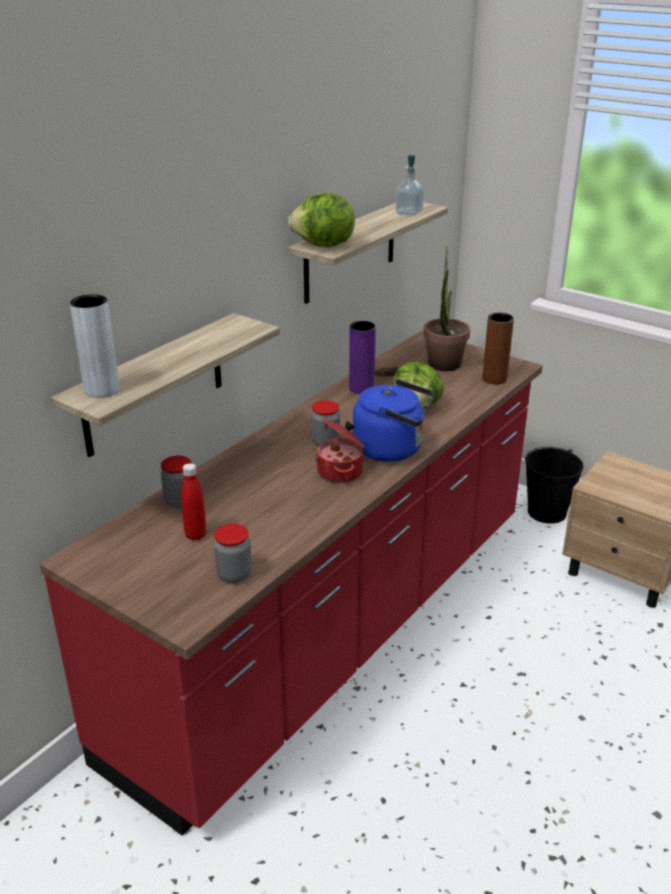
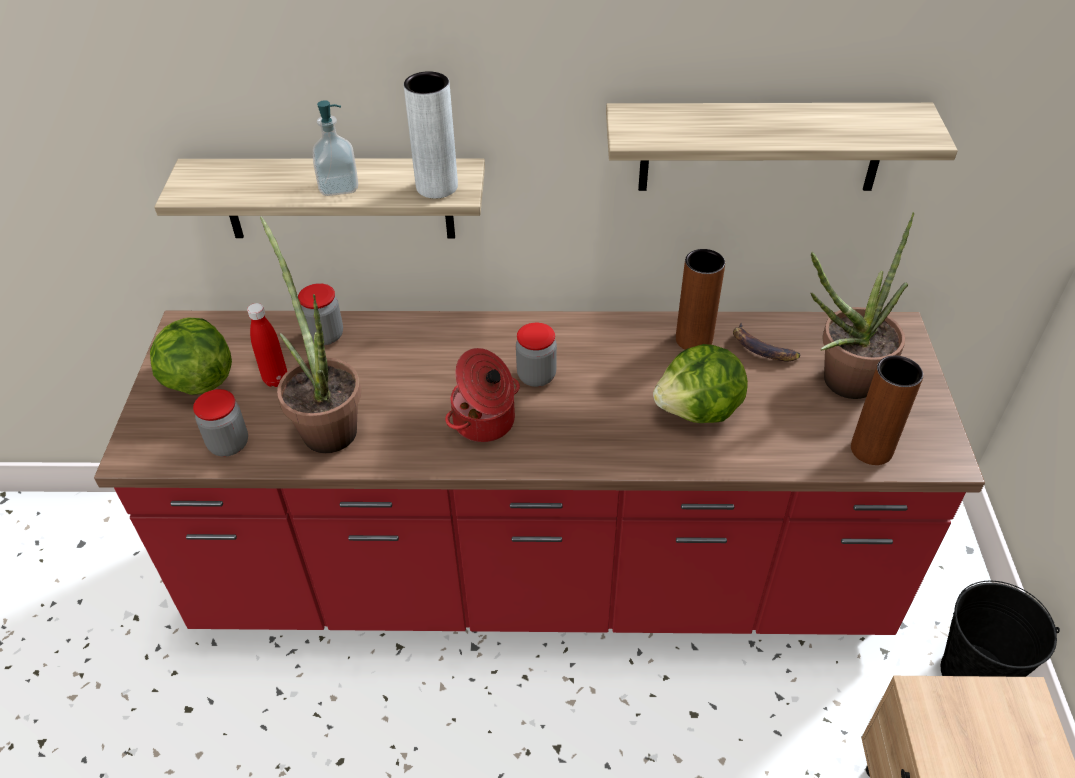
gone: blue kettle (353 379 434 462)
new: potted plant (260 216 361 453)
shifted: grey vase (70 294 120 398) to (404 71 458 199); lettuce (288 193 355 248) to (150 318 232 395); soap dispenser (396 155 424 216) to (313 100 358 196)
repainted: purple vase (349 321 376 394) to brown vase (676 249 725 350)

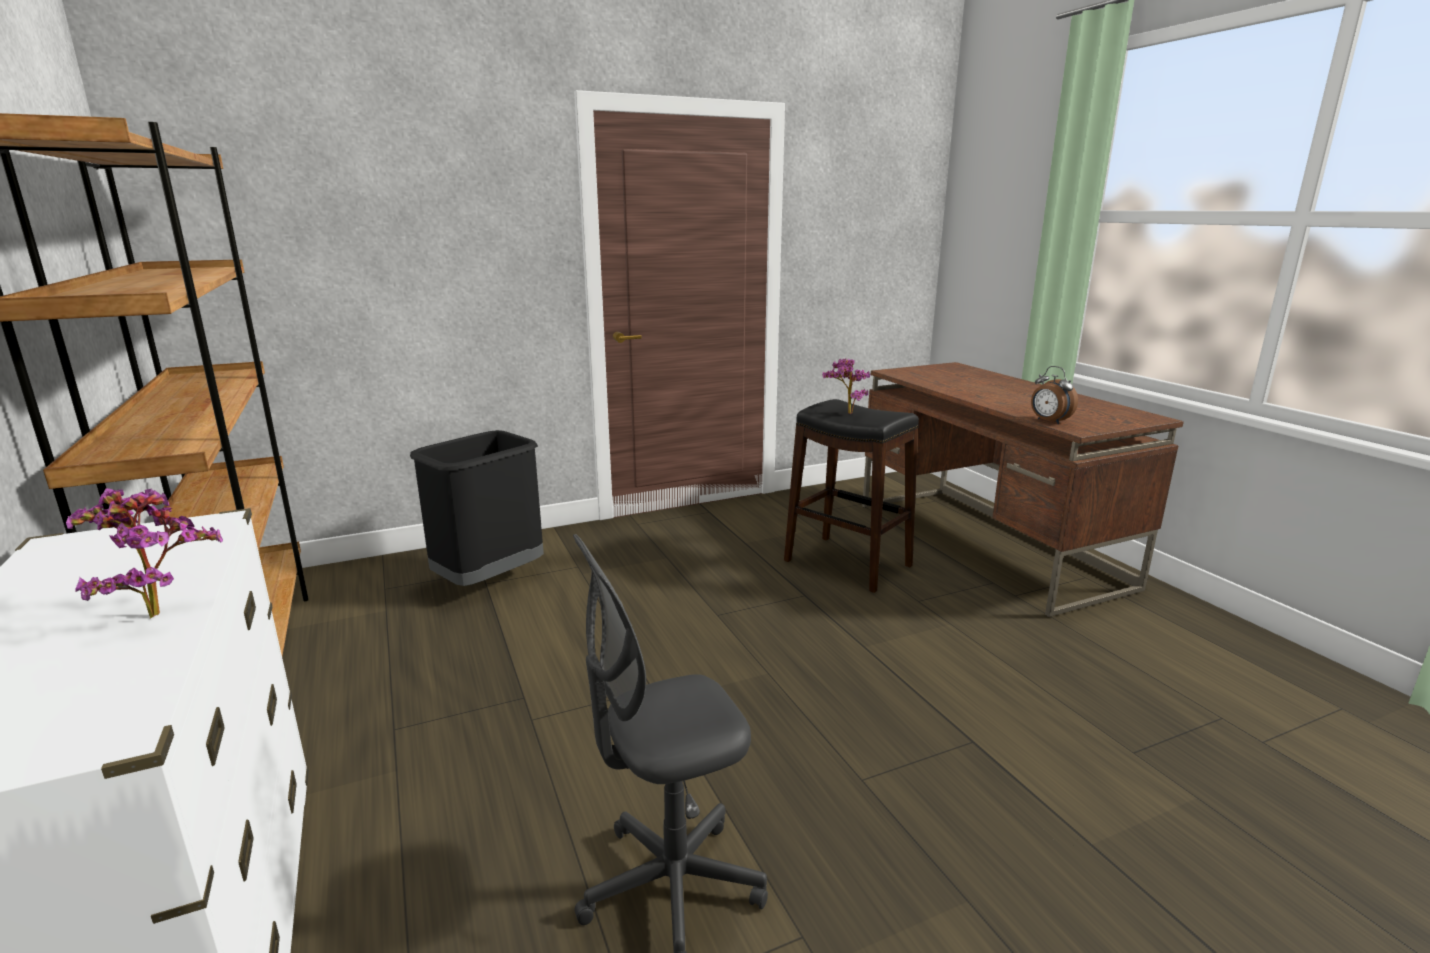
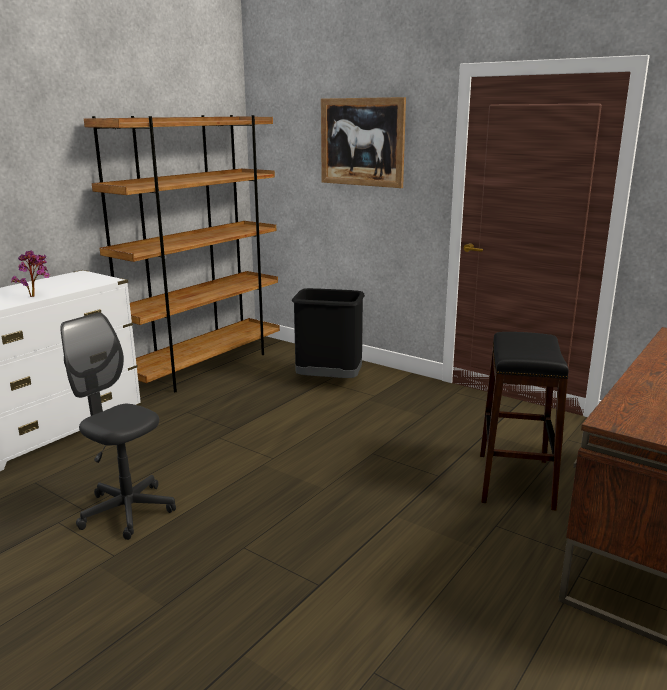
gone: potted plant (822 358 870 414); alarm clock (1031 366 1078 424)
new: picture (321 97 406 188)

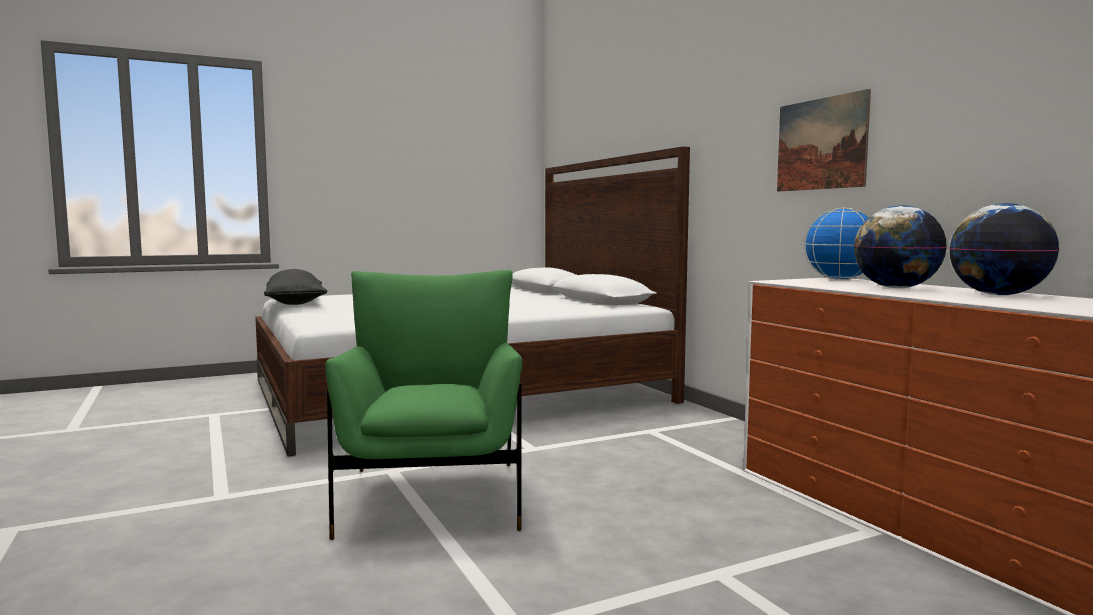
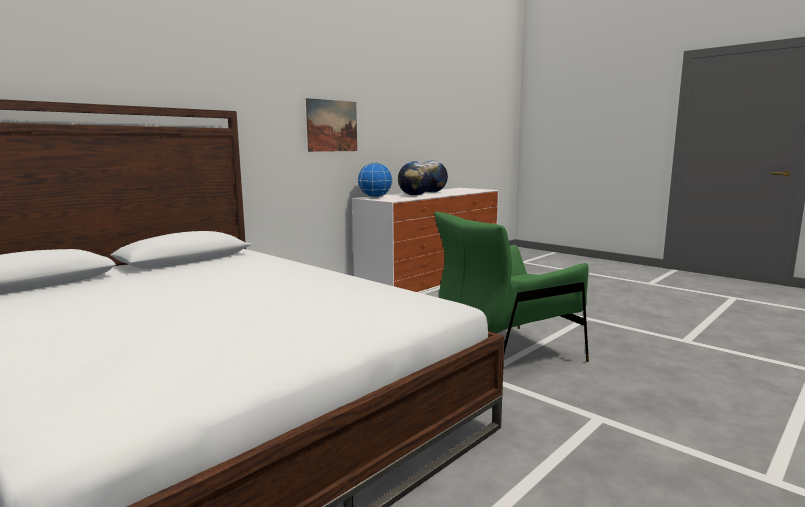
gone: black pillow (264 269 327 305)

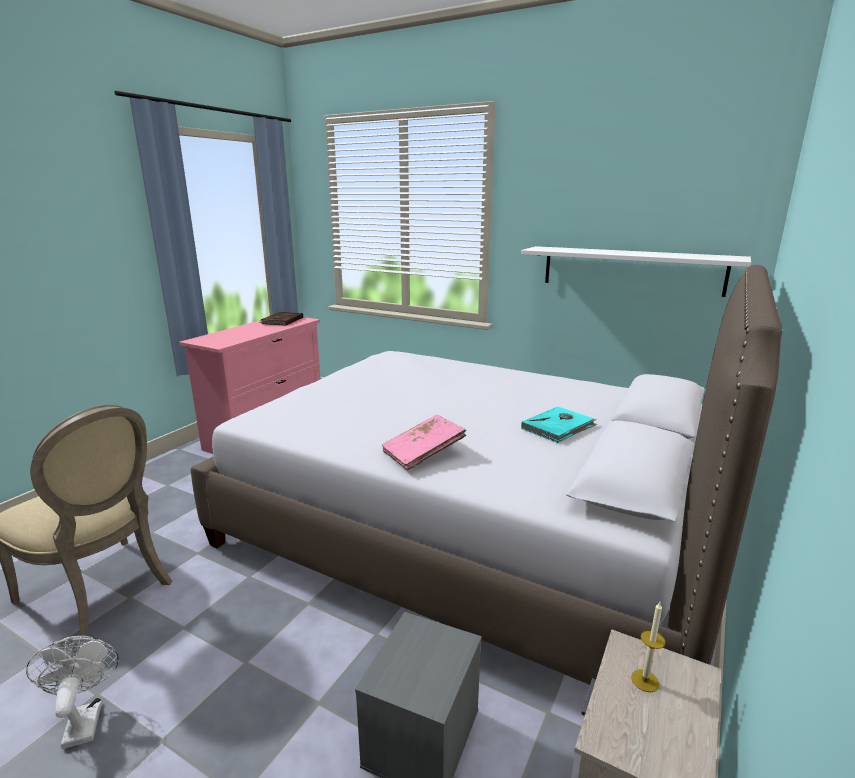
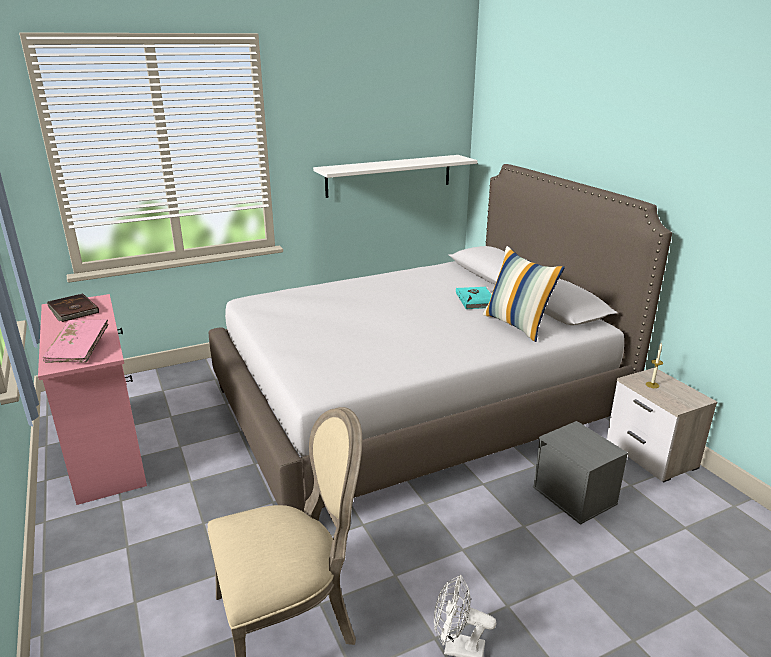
new: pillow (483 246 565 342)
shifted: pink book (382 415 466 470) to (43 319 109 363)

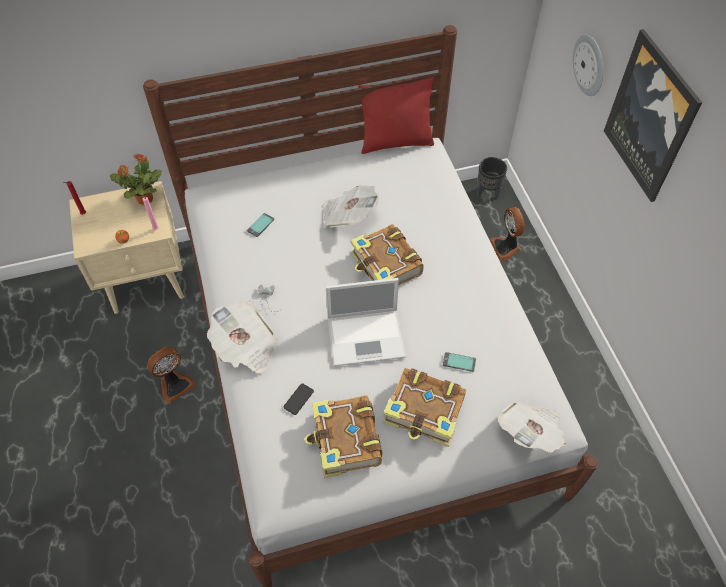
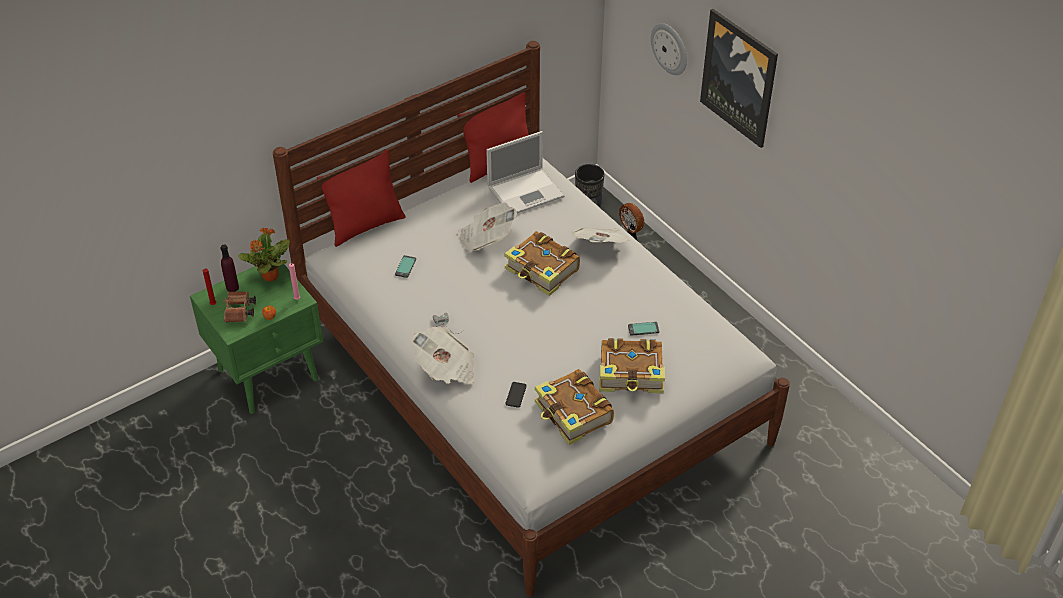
gone: fan (147 347 195 403)
new: purple bottle (221 245 239 292); brown binoculars (223 292 256 323); red pillow (317 149 405 247)
shifted: laptop (325 278 406 366) to (486 131 565 213); newspaper (498 400 566 453) to (572 227 629 243)
repainted: beige nightstand (69 181 184 314) to green nightstand (190 256 323 414)

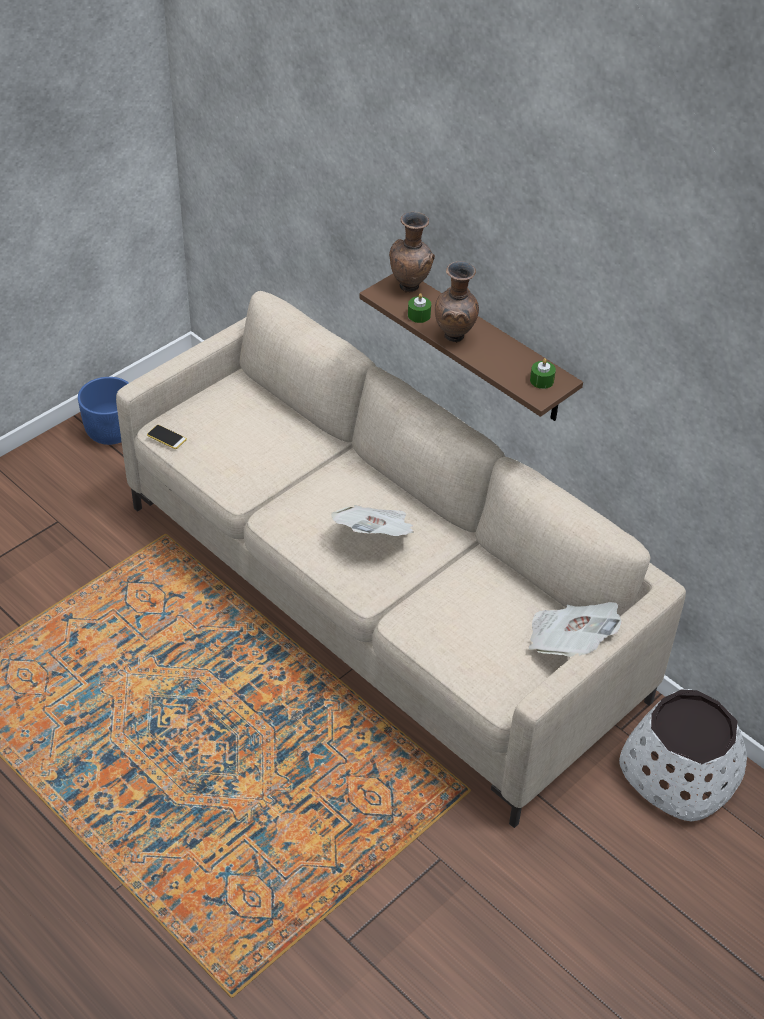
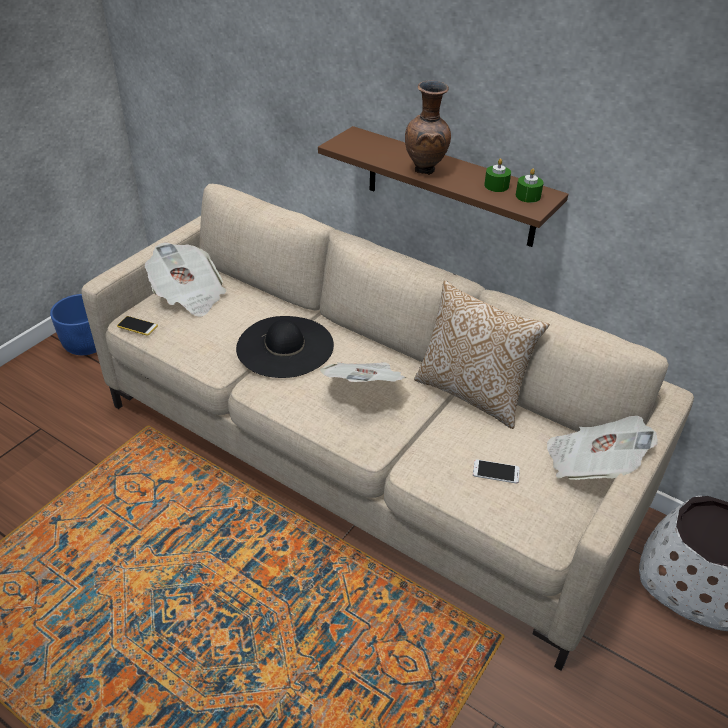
gone: brown vase (389 212 435 292)
new: newspaper (145 242 226 317); black hat (236 316 334 378); pillow (414 281 550 429); phone (473 459 520 484)
shifted: green candle (408 293 431 323) to (484 159 511 192)

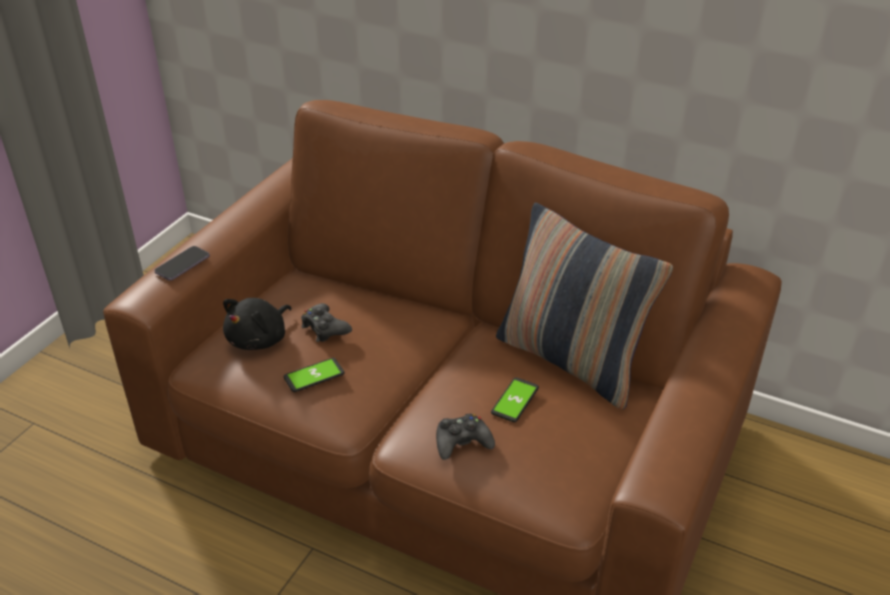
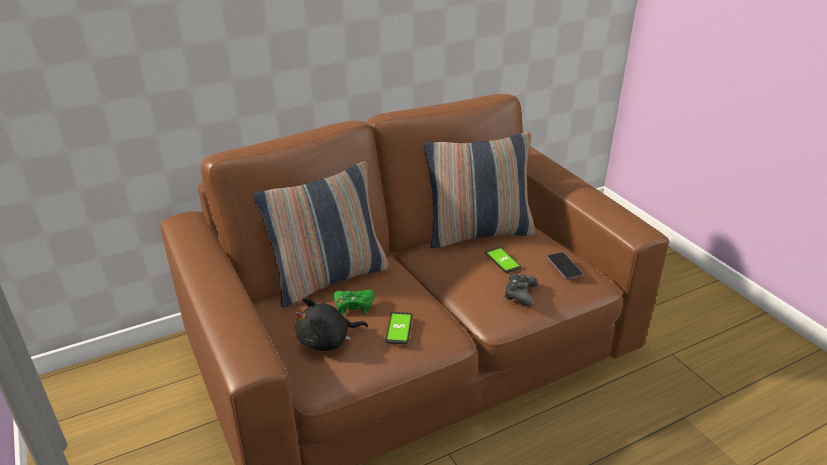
new: pillow (254 161 389 308)
shifted: phone (154 246 210 281) to (547 252 583 279)
repainted: black game controller (301 303 352 342) to green game controller (334 289 375 315)
rotated: black plush toy (223 298 291 350) = (296 298 368 351) 90 degrees clockwise

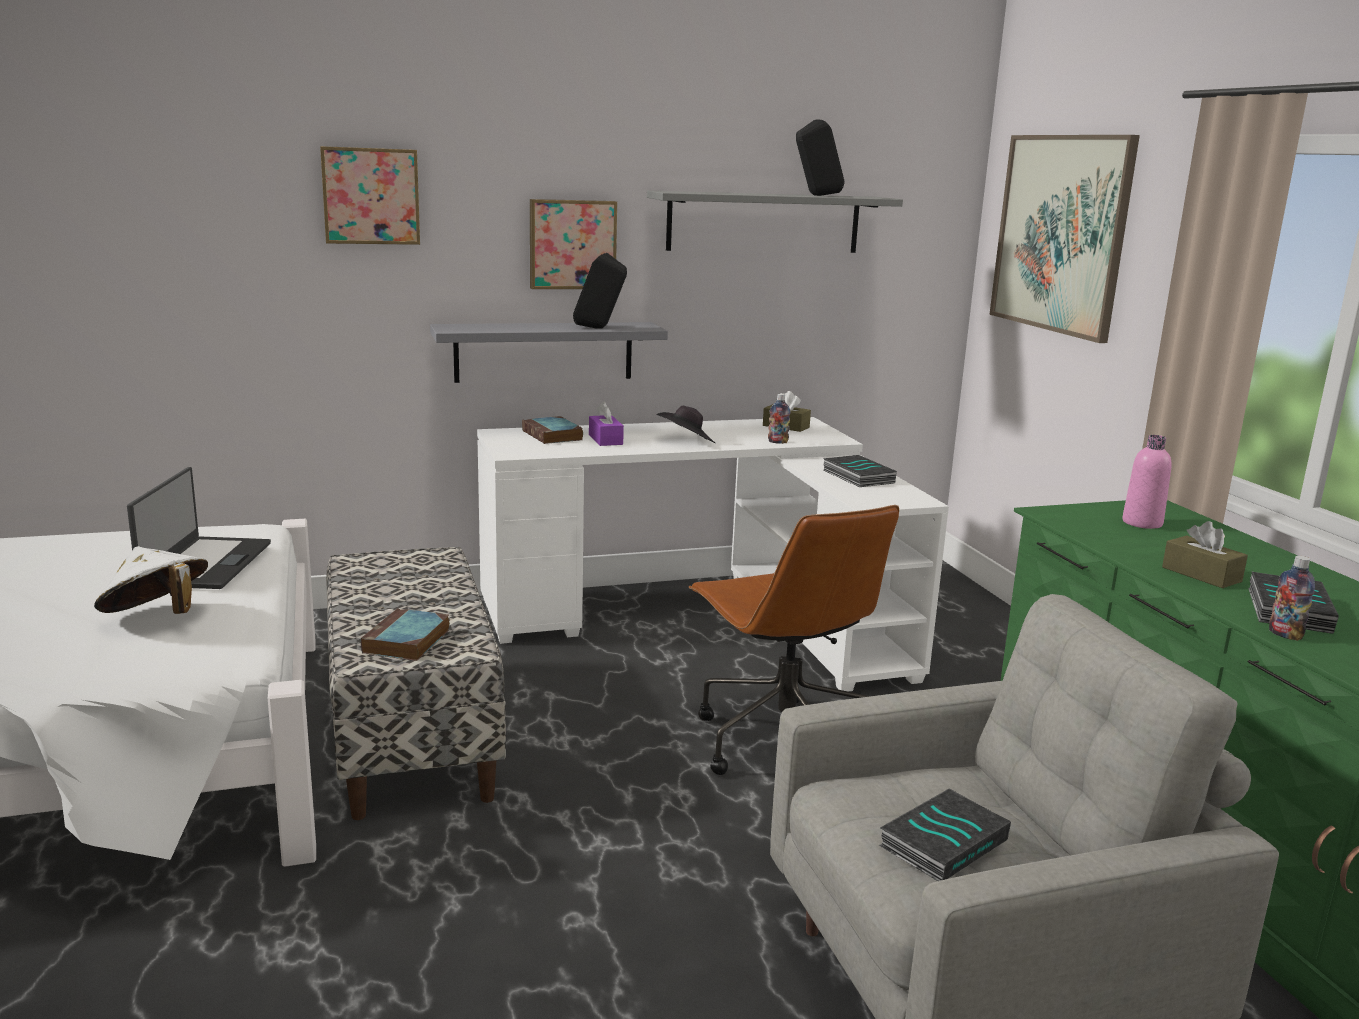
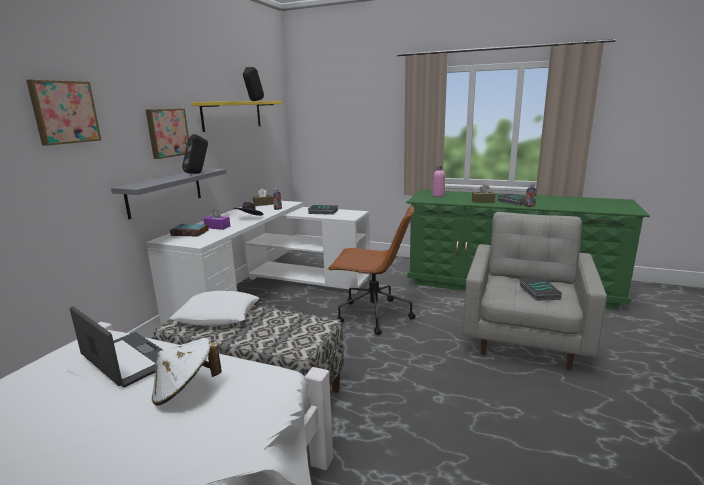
gone: book (361 608 450 661); picture (989 135 1140 343)
new: white pillow (170 291 259 326)
repainted: grey shelf (647 190 903 253) to yellow shelf (192 101 282 132)

